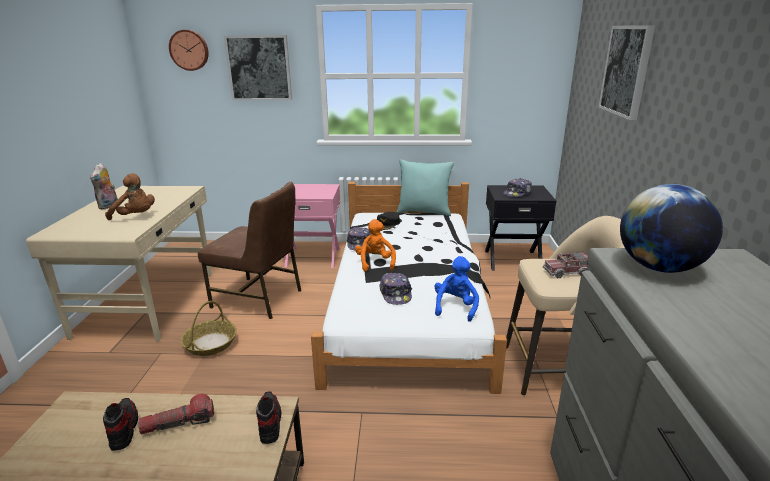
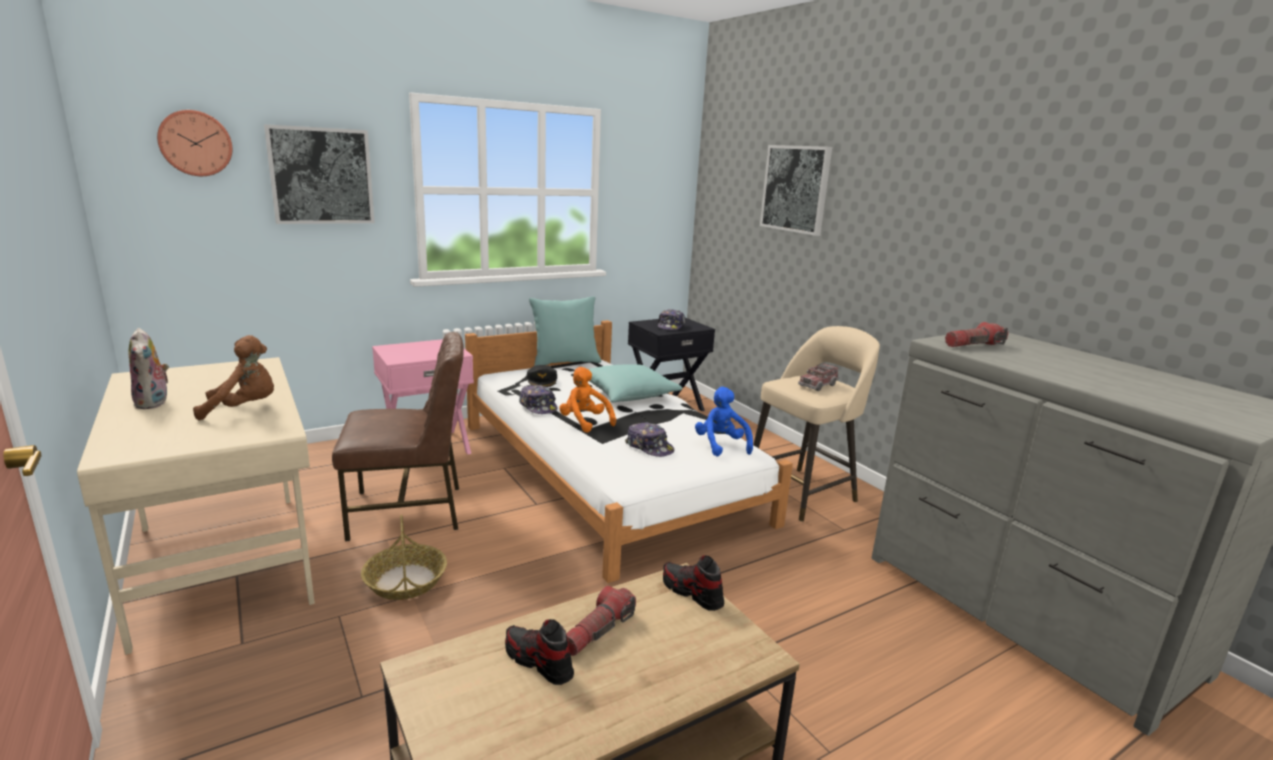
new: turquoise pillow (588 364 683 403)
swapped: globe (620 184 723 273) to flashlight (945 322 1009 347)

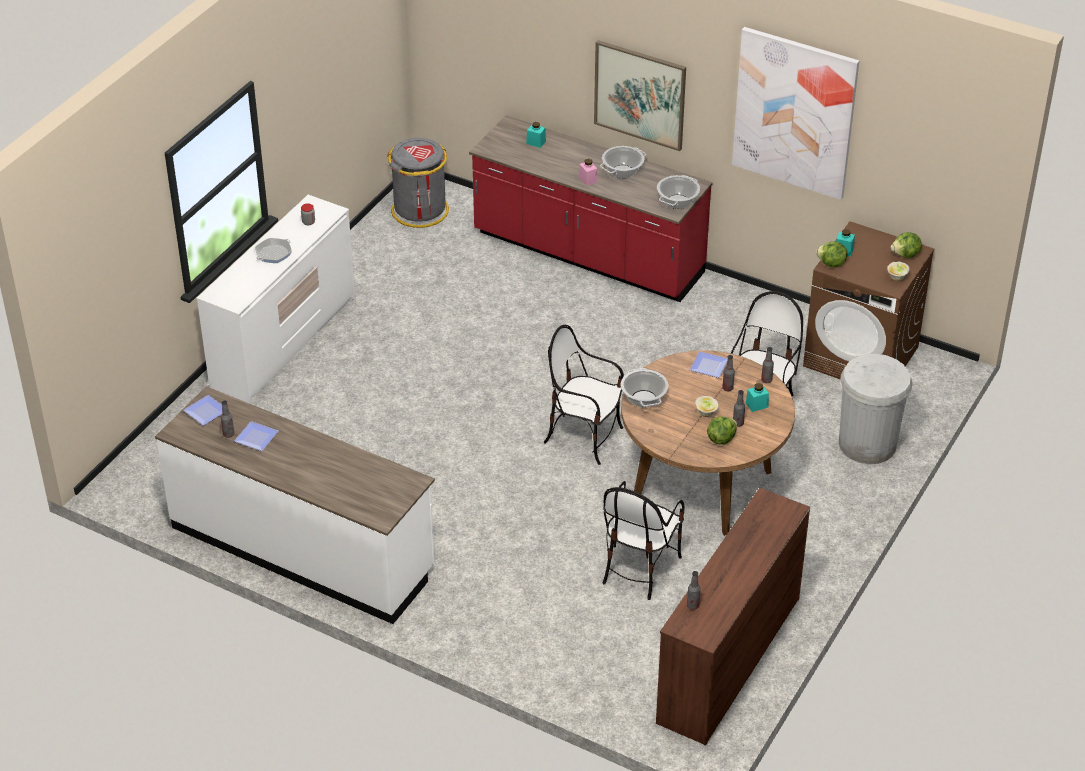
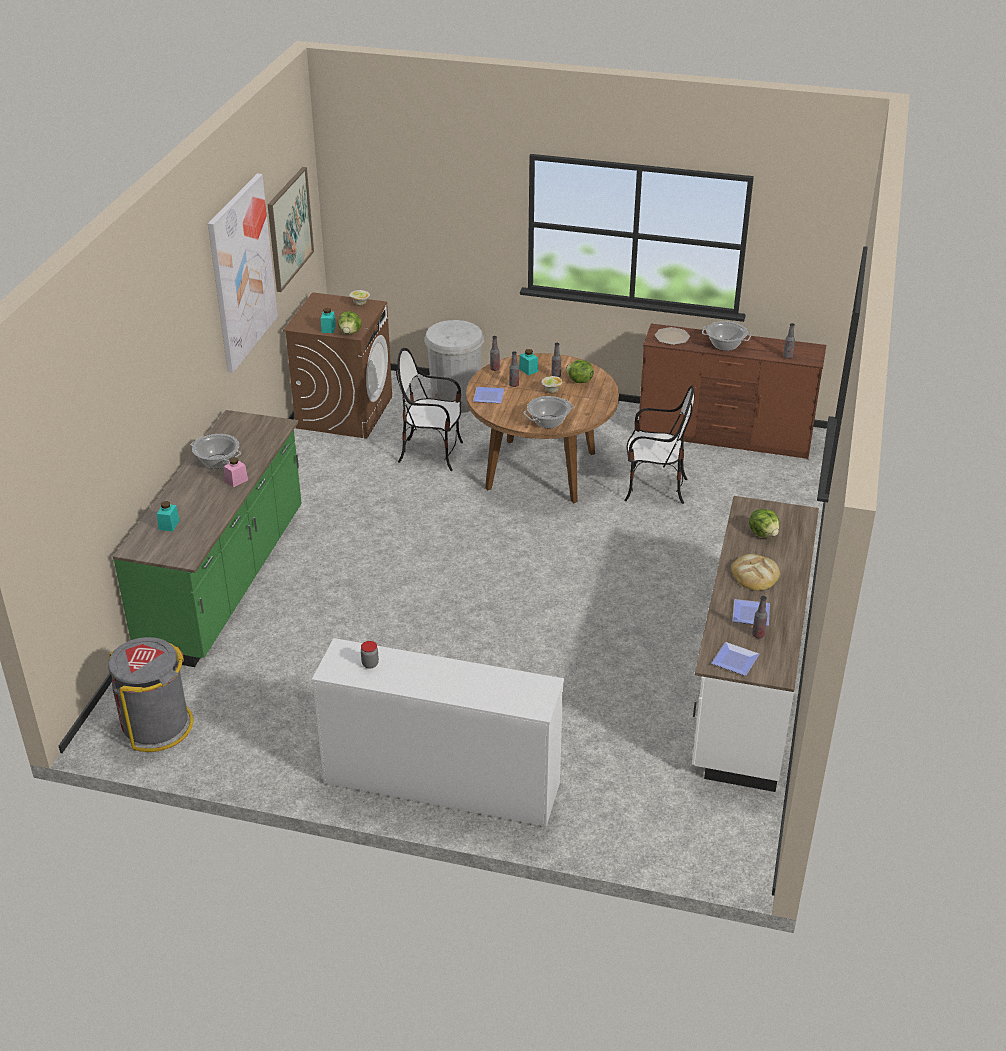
gone: frying pan (255 238 292 263); chair (543 325 624 465)
new: plate (655 327 690 345); bread (732 554 780 591)
shifted: picture (594 40 686 151) to (268 167 314 292); cooking pot (657 175 700 209) to (702 321 752 351); lettuce (891 232 922 258) to (749 509 779 537)
repainted: red counter (469 115 712 302) to green counter (112 410 302 667)

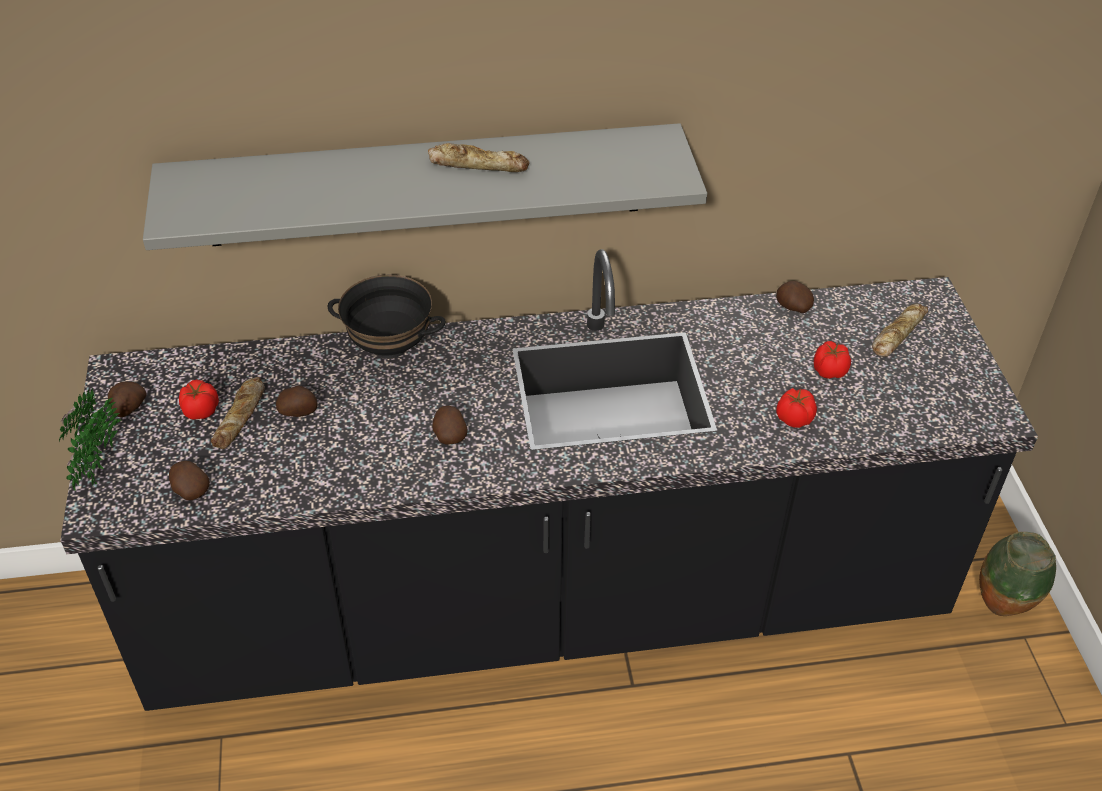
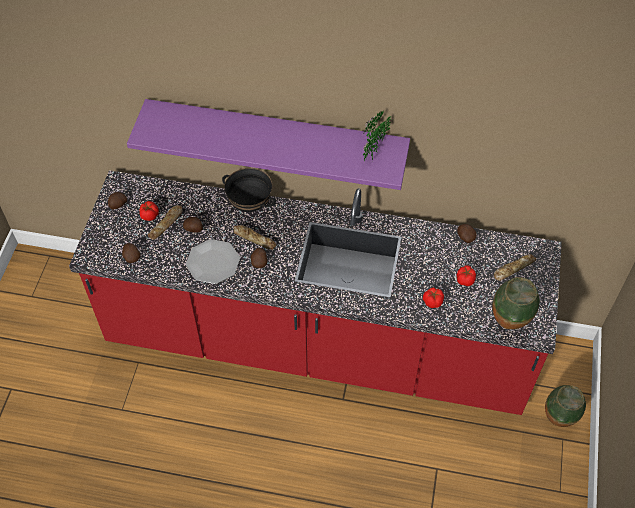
new: plate (186 239 240 284); vase (492 277 540 329)
shifted: potted plant (59 388 121 491) to (363 110 391 161); bread (428 143 529 172) to (234 225 276 250)
repainted: black counter (60 249 1038 711) to red counter (69 170 562 415); grey shelf (143 123 707 250) to purple shelf (127 99 410 190)

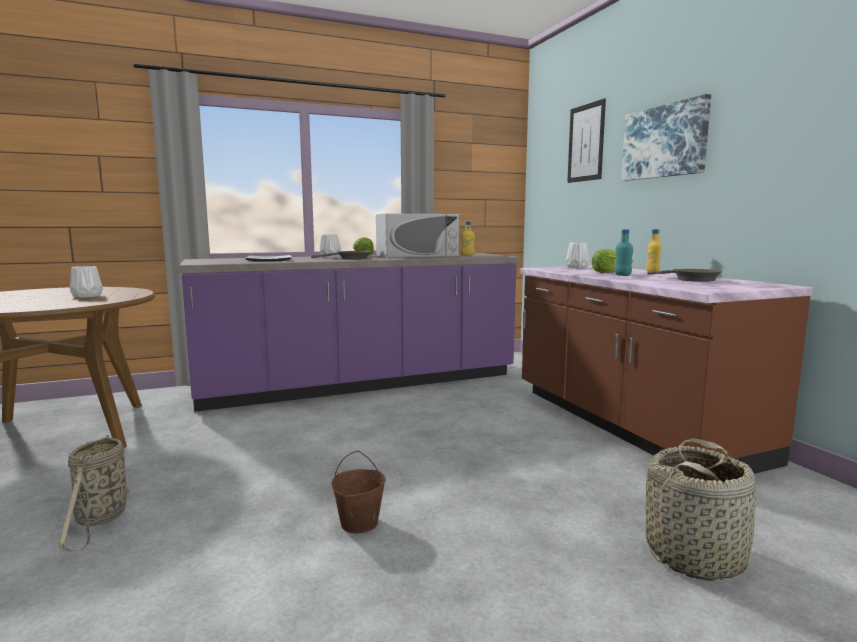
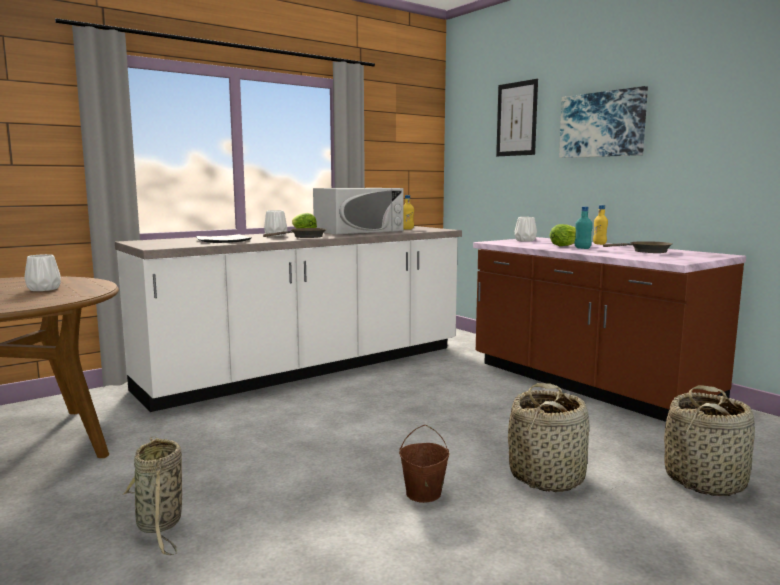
new: basket (508 383 589 492)
repainted: purple counter (179 253 520 412) to white counter (115 226 462 412)

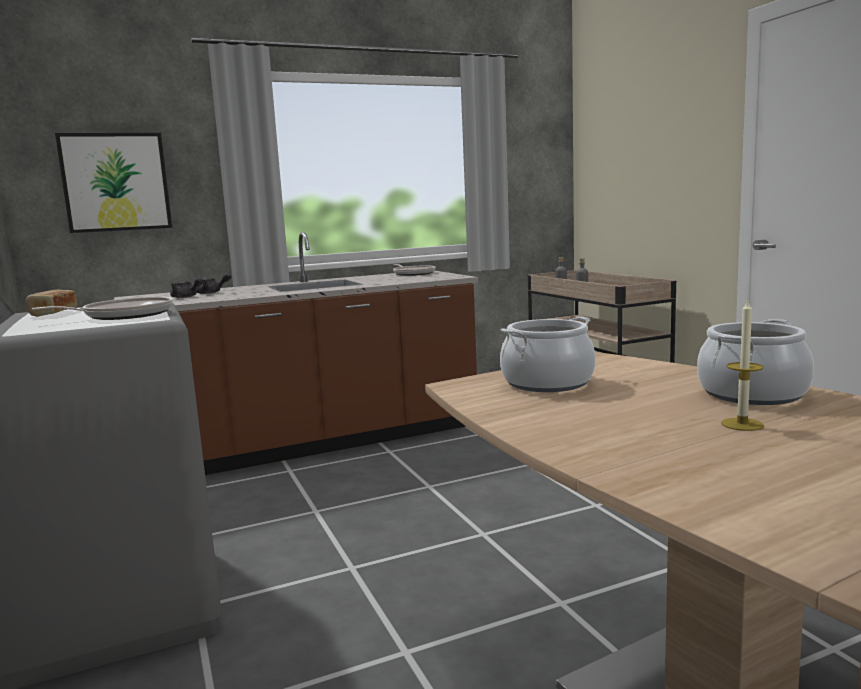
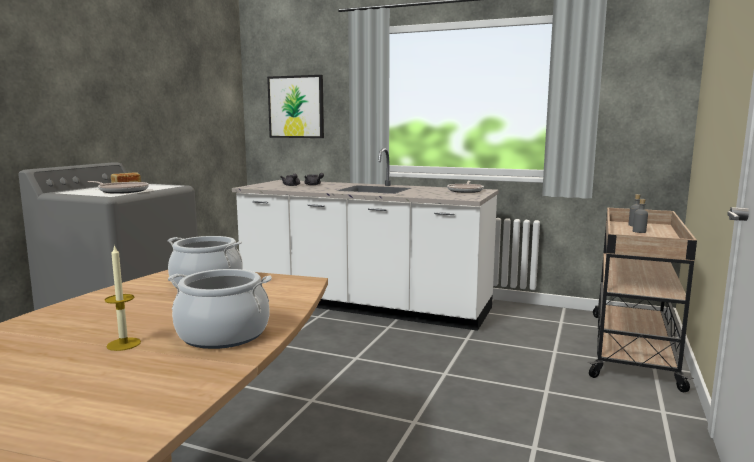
repainted: brown counter (114 232 478 475) to white counter (232 148 499 331)

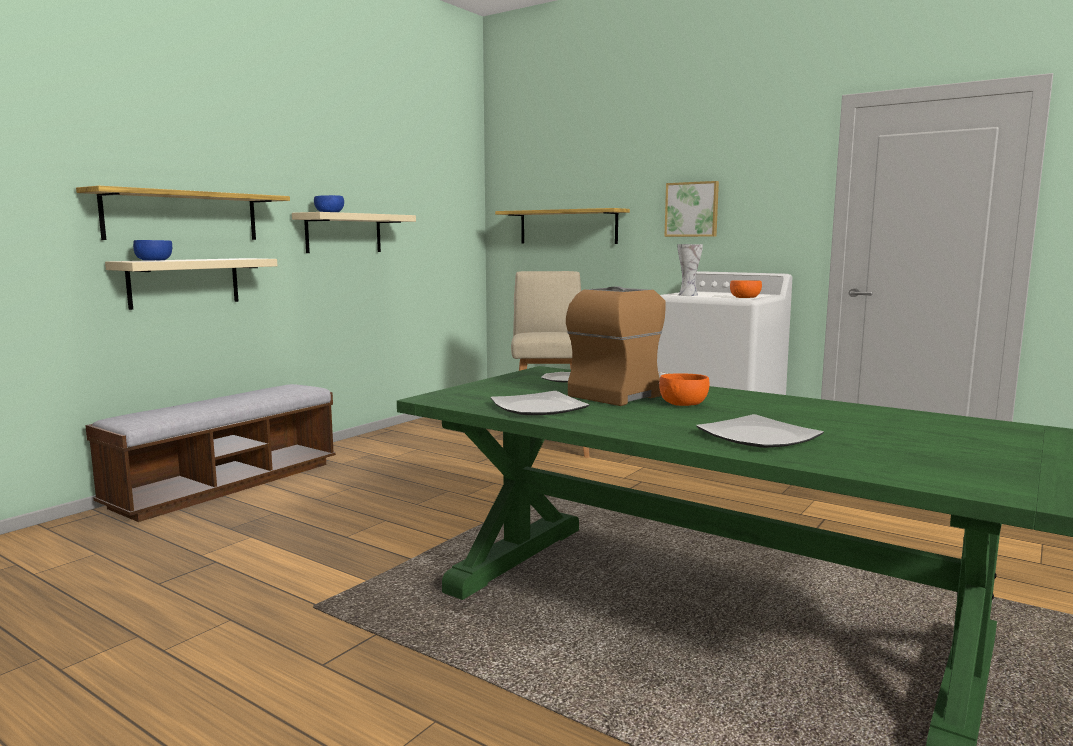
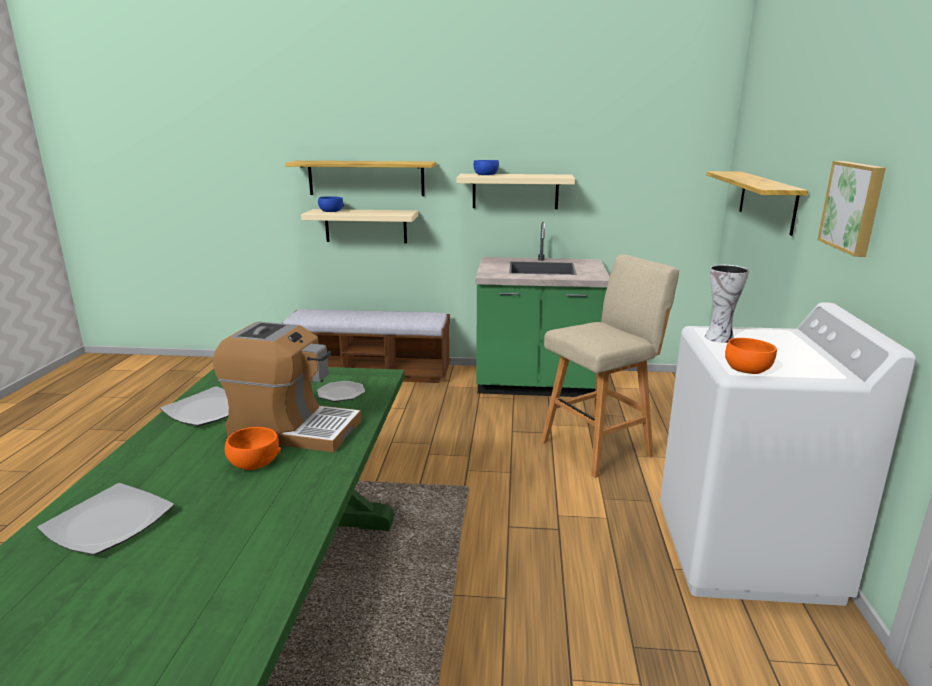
new: green counter (475 222 610 397)

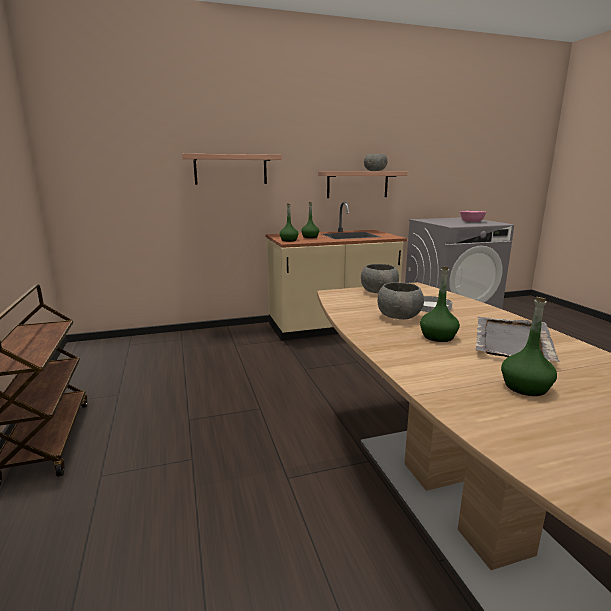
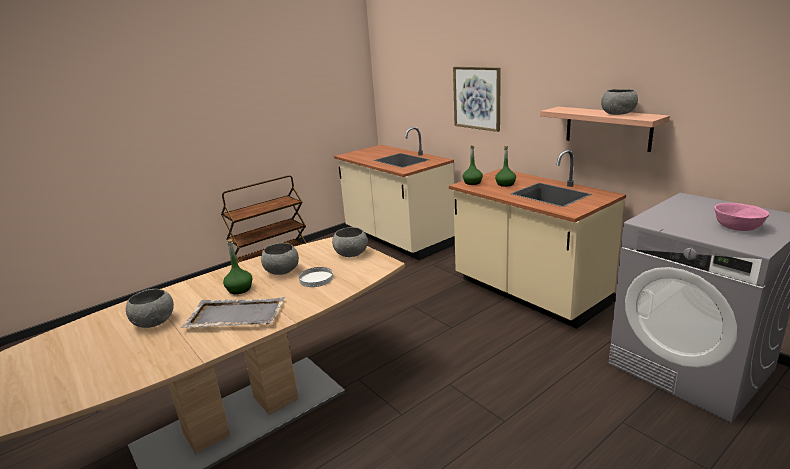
new: beige counter (334 127 455 260)
swapped: shelf (182 154 282 185) to picture (453 67 501 132); green bottle (501 297 557 396) to grey bowl (126 289 174 328)

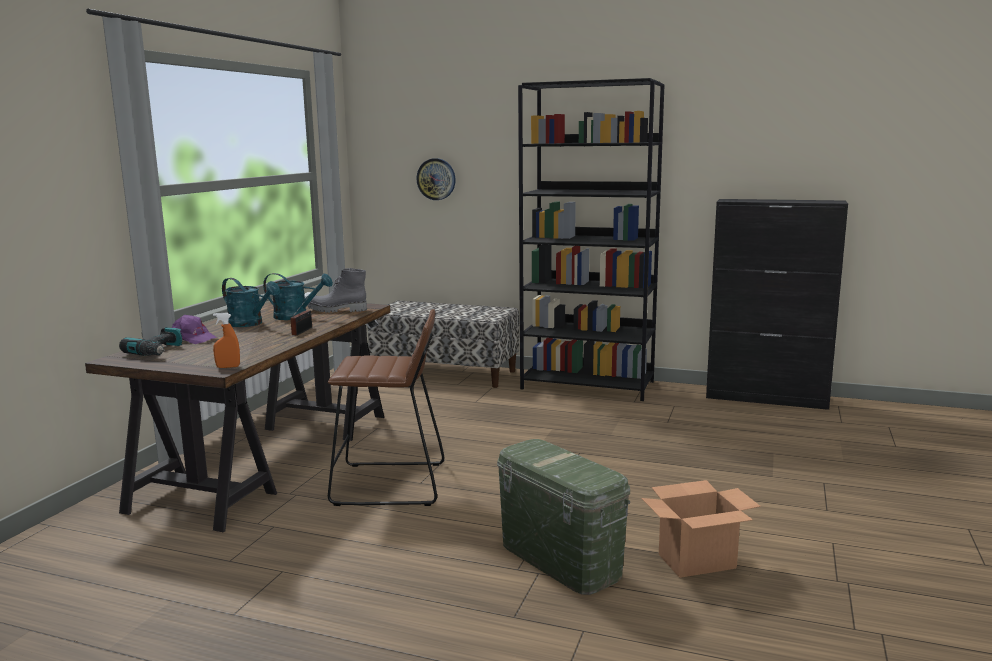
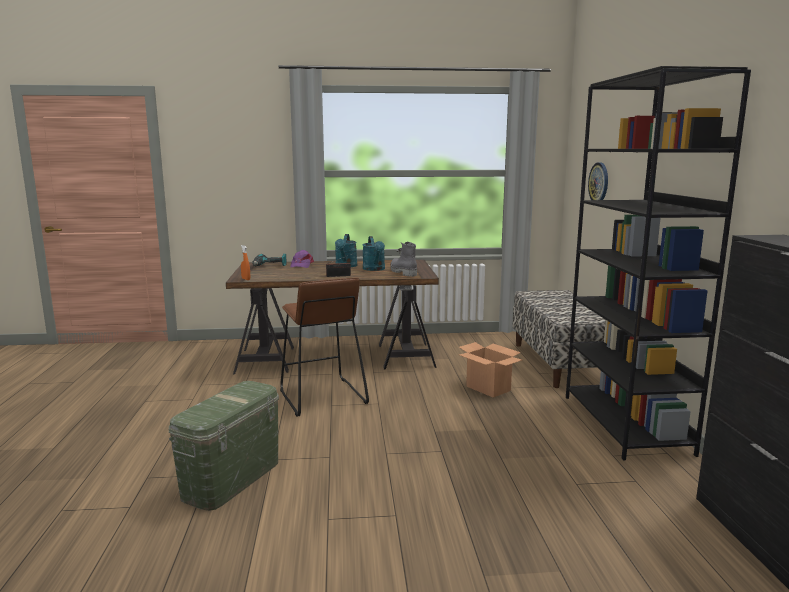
shifted: cardboard box (641 480 761 578) to (459 342 522 398)

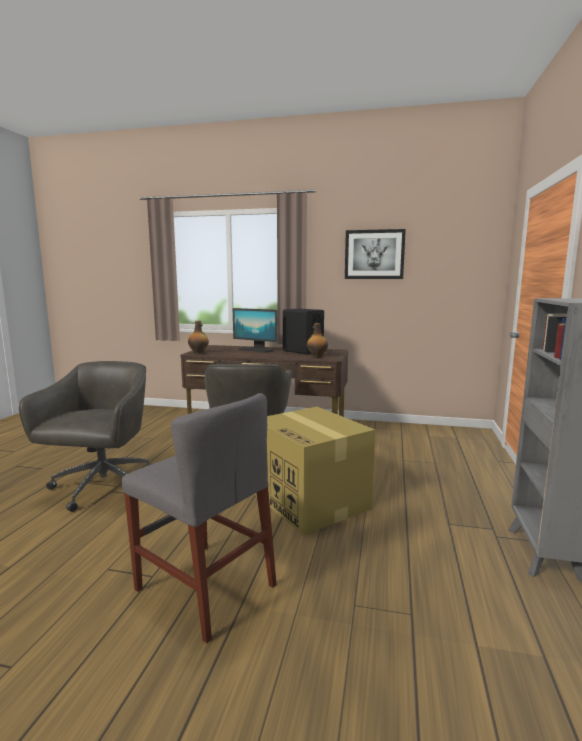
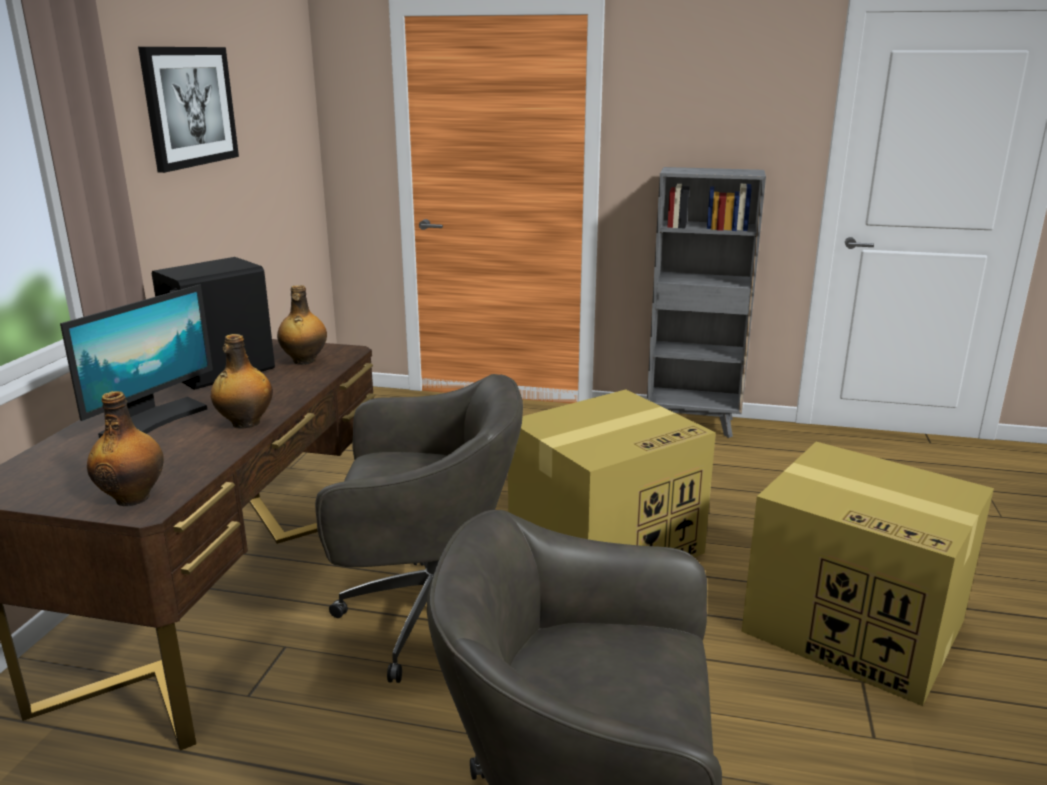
new: bottle (211 334 273 429)
swapped: grey chair (122 393 277 643) to cardboard box (741 442 994 706)

